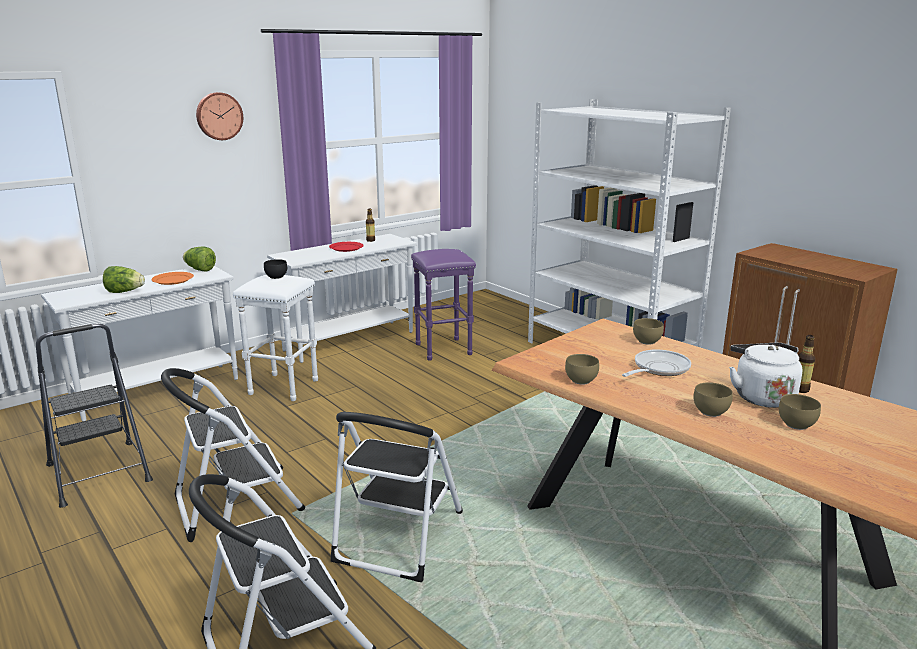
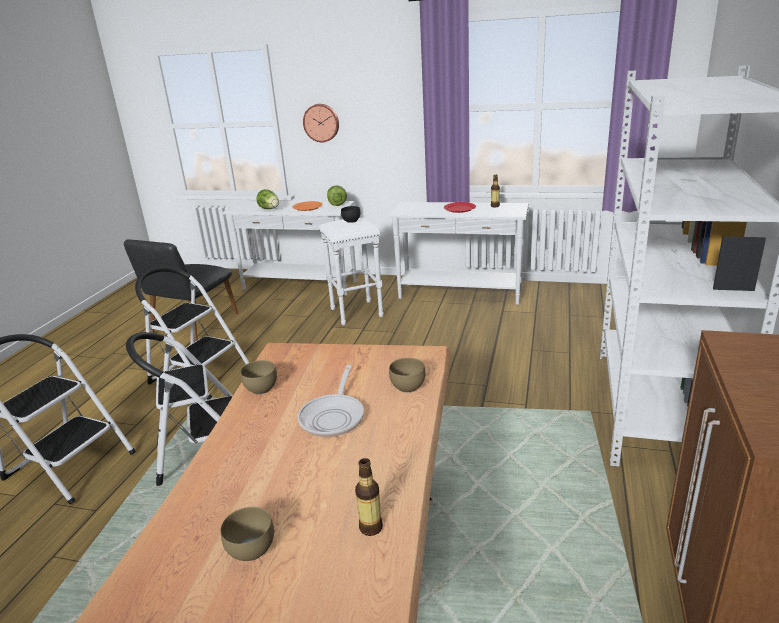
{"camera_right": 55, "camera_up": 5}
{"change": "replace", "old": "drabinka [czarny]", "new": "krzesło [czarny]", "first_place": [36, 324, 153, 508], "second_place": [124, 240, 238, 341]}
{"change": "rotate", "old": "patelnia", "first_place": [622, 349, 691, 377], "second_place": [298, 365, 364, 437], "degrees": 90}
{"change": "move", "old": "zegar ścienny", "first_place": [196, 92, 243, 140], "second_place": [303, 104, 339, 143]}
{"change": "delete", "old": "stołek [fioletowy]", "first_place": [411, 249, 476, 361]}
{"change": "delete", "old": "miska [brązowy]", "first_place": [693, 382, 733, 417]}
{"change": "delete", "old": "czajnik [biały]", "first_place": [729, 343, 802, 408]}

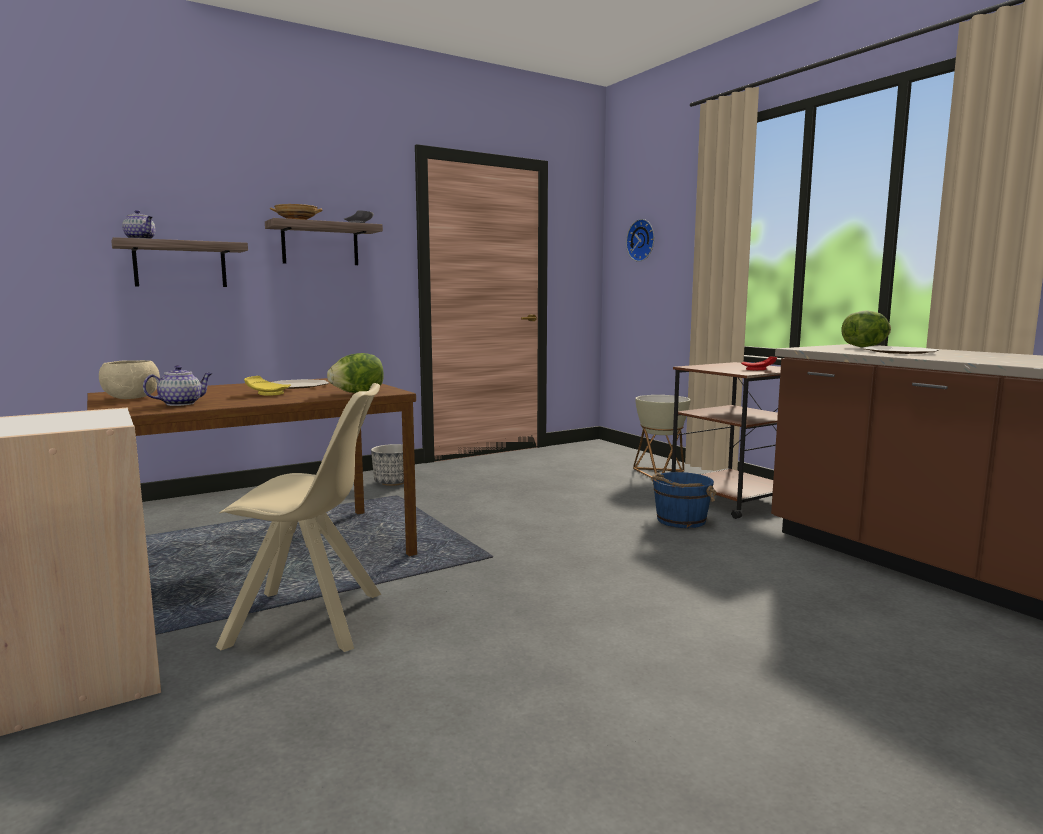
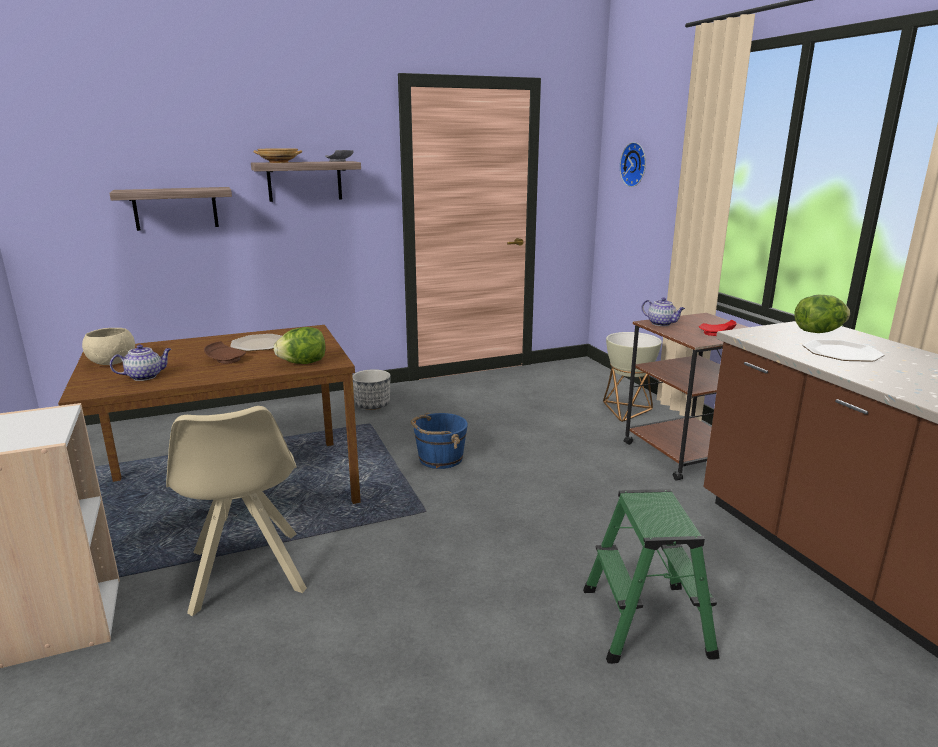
{"camera_right": 10, "camera_up": 10}
{"change": "rotate", "old": "krzesło [beżowy]", "first_place": [216, 383, 381, 652], "second_place": [166, 406, 307, 616], "degrees": 60}
{"change": "recolor", "old": "talerz [żółty]", "new": "talerz [brązowy]", "first_place": [244, 376, 291, 396], "second_place": [204, 341, 246, 364]}
{"change": "move", "old": "wiadro [niebieski]", "first_place": [651, 472, 717, 528], "second_place": [411, 413, 468, 469]}
{"change": "insert", "new": "drabinka [zielony]", "second_place": [583, 489, 720, 664]}
{"change": "move", "old": "imbryk", "first_place": [122, 210, 155, 239], "second_place": [642, 298, 685, 326]}

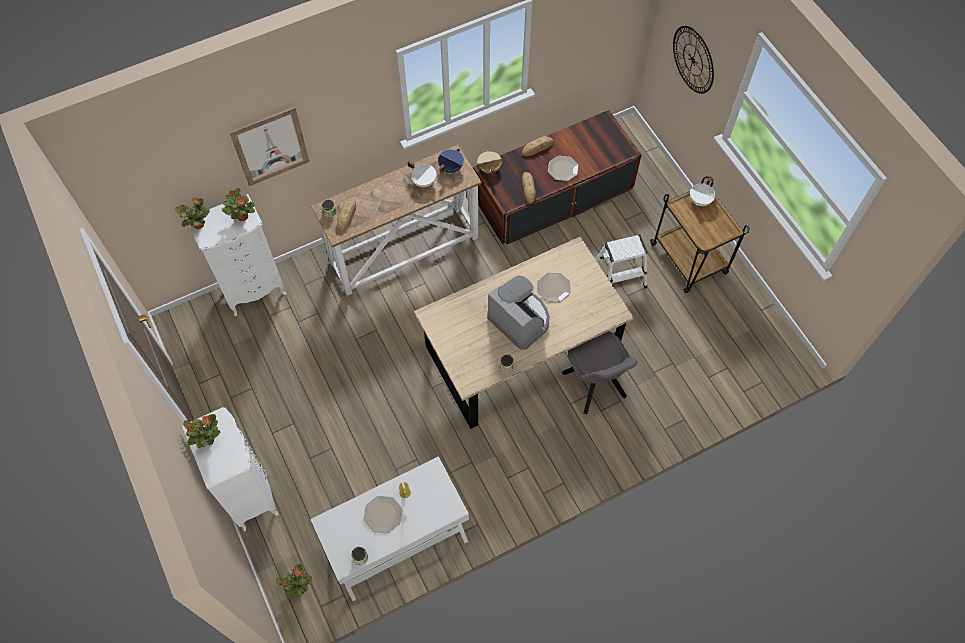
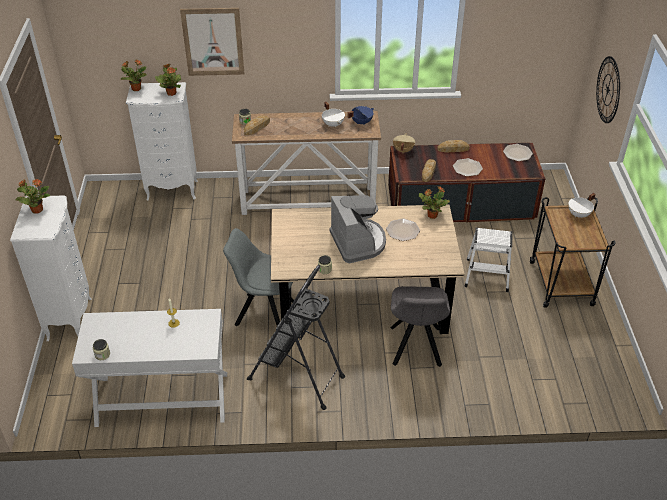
{"camera_right": 25, "camera_up": -20}
{"change": "insert", "new": "krzesło [szary]", "second_place": [223, 228, 294, 326]}
{"change": "insert", "new": "drabinka", "second_place": [247, 265, 345, 410]}
{"change": "move", "old": "roślina doniczkowa", "first_place": [276, 564, 312, 599], "second_place": [419, 186, 450, 219]}
{"change": "move", "old": "talerz", "first_place": [363, 496, 402, 533], "second_place": [503, 144, 533, 161]}

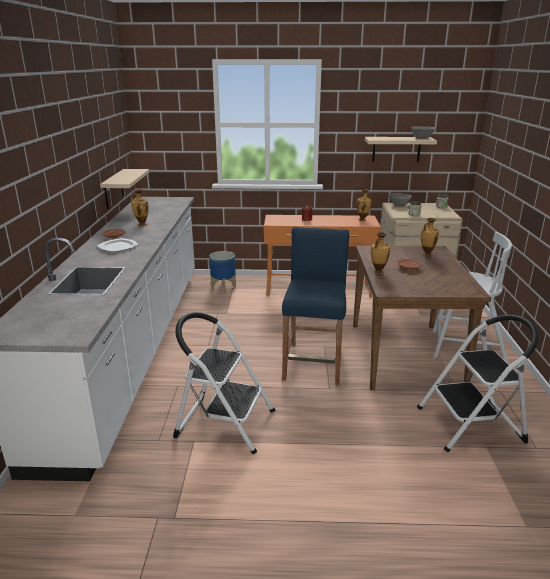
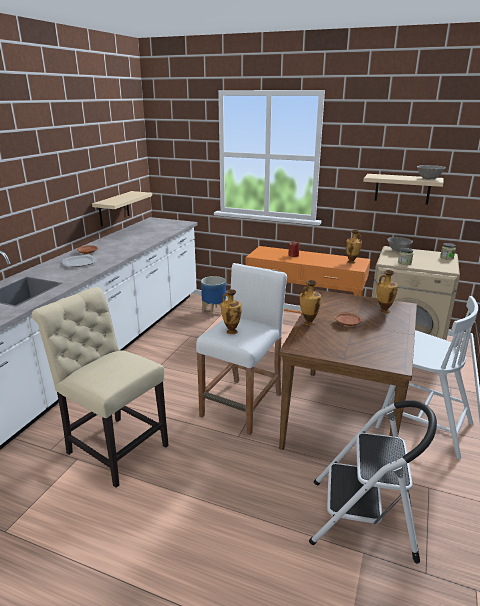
{"camera_right": 20, "camera_up": 0}
{"change": "replace", "old": "drabinka", "new": "krzesło [beżowy]", "first_place": [173, 312, 275, 454], "second_place": [32, 287, 169, 488]}
{"change": "recolor", "old": "stołek [niebieski]", "new": "stołek [biały]", "first_place": [282, 227, 349, 385], "second_place": [196, 263, 287, 435]}
{"change": "move", "old": "wazon", "first_place": [131, 189, 149, 226], "second_place": [221, 289, 242, 334]}

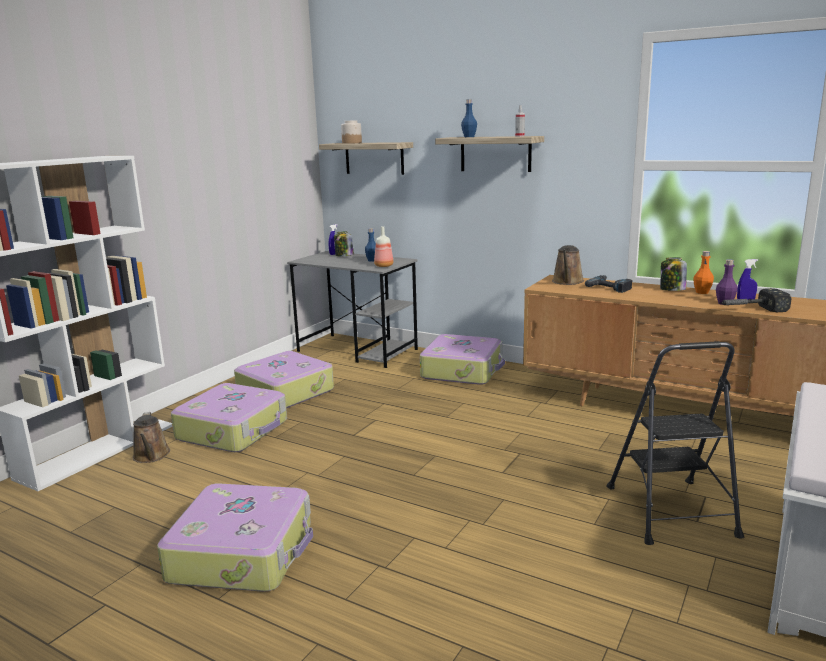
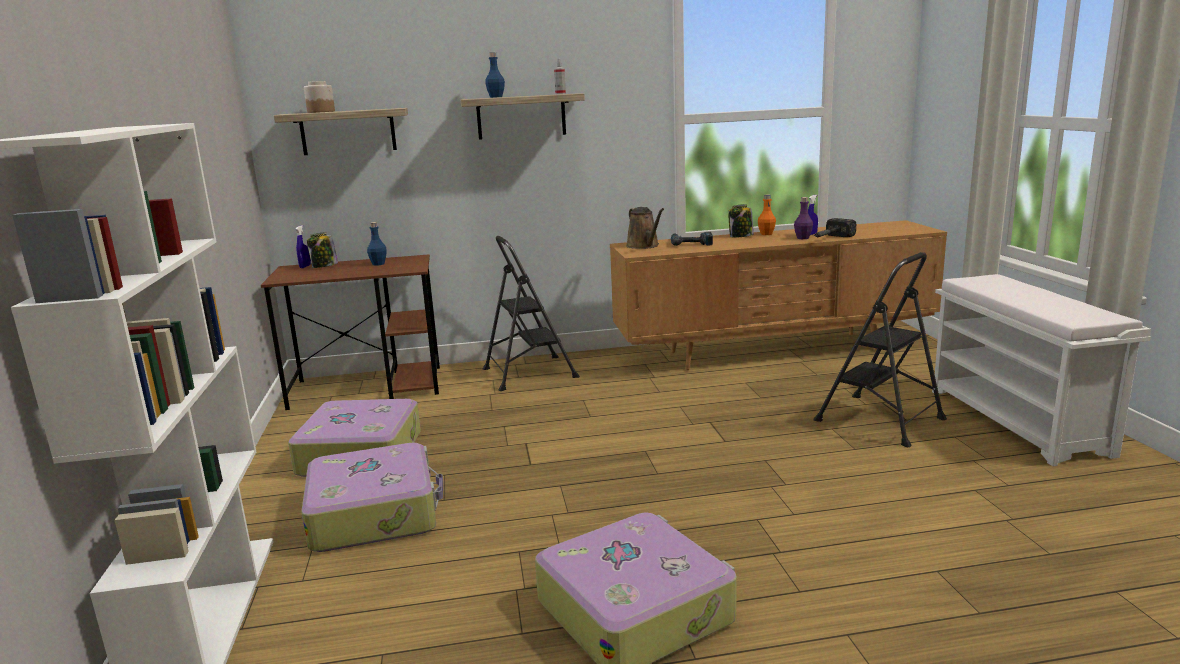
{"camera_right": -40, "camera_up": 0}
{"change": "recolor", "old": "biurko [szary]", "new": "biurko [brązowy]", "first_place": [287, 251, 418, 368], "second_place": [261, 254, 440, 410]}
{"change": "replace", "old": "walizka", "new": "drabinka [czarny]", "first_place": [420, 334, 505, 385], "second_place": [483, 236, 580, 391]}
{"change": "delete", "old": "konewka [brązowy]", "first_place": [132, 412, 170, 463]}
{"change": "delete", "old": "butelka", "first_place": [374, 226, 393, 267]}

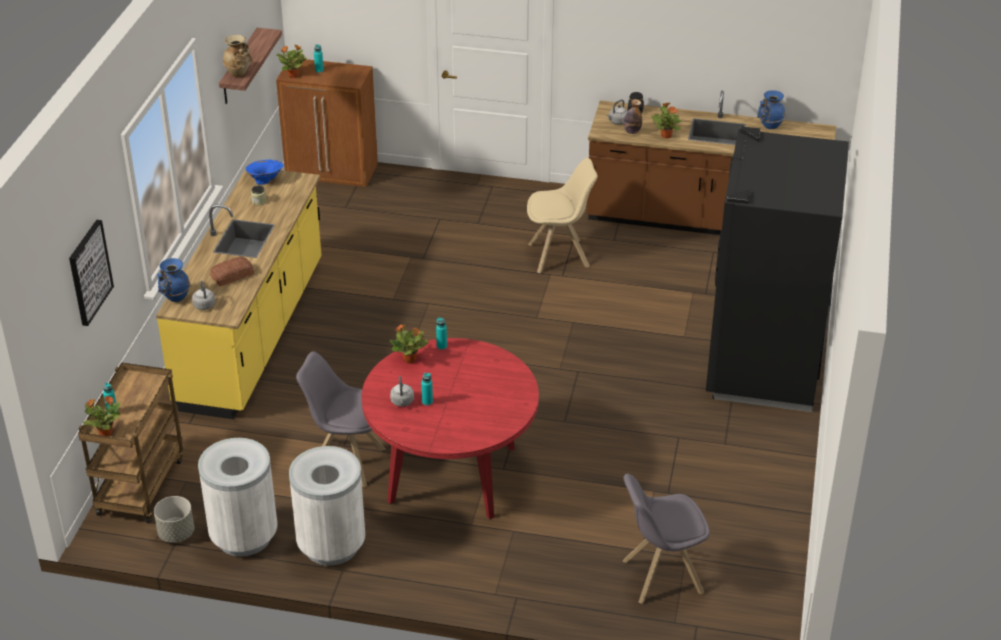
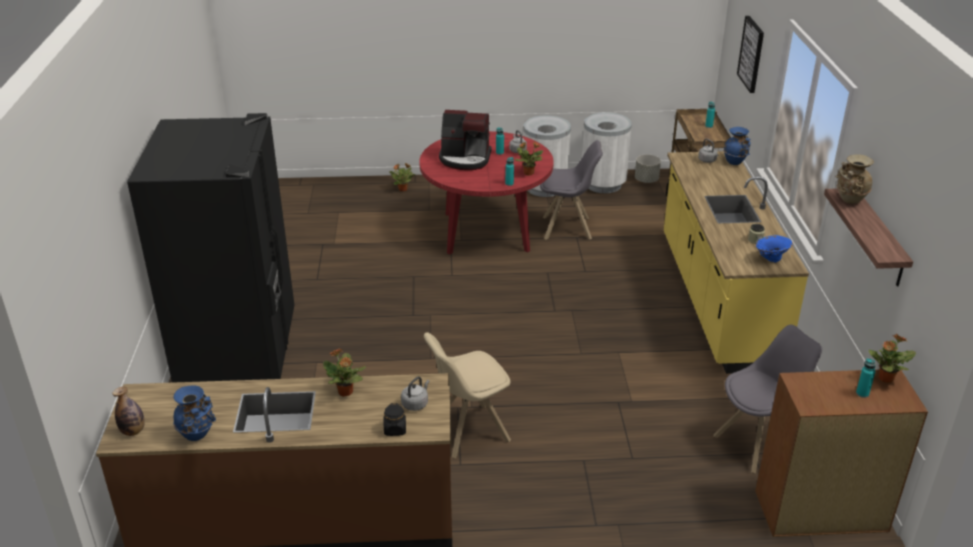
{"camera_right": 165, "camera_up": -5}
{"change": "move", "old": "butelka", "first_place": [624, 99, 642, 134], "second_place": [113, 386, 145, 436]}
{"change": "move", "old": "roślina doniczkowa", "first_place": [84, 396, 121, 437], "second_place": [389, 163, 415, 191]}
{"change": "insert", "new": "ekspres do kawy", "second_place": [439, 110, 491, 170]}
{"change": "move", "old": "krzesło [szary]", "first_place": [622, 473, 710, 604], "second_place": [713, 325, 822, 473]}
{"change": "delete", "old": "chleb", "first_place": [210, 257, 254, 286]}

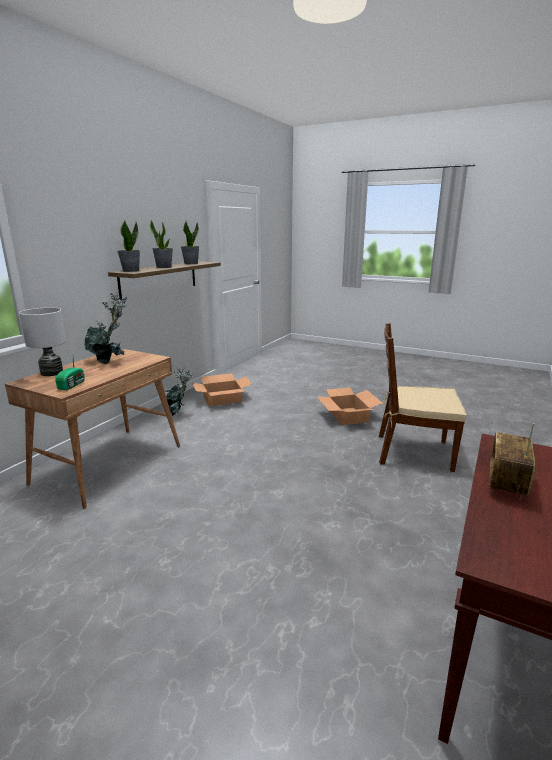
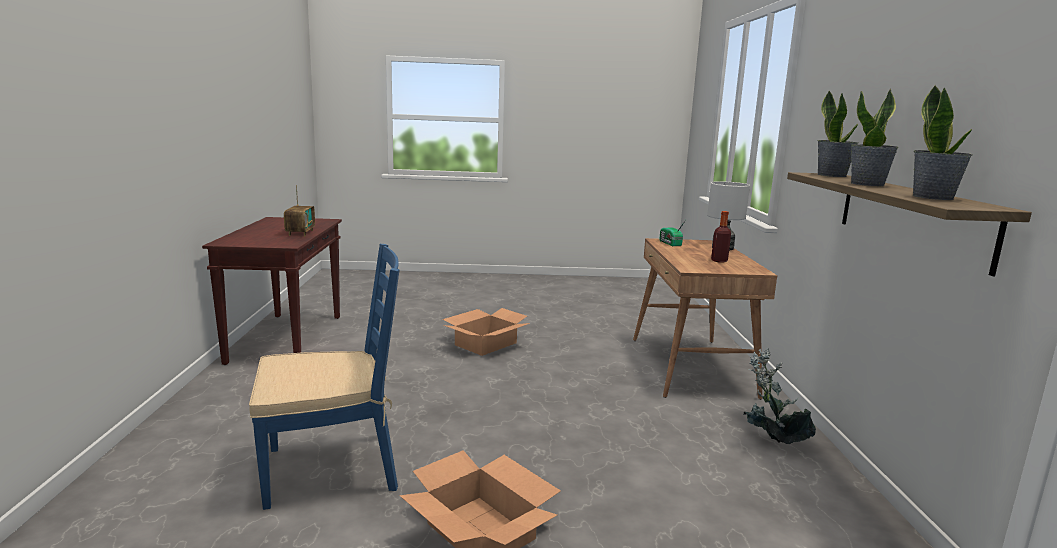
{"camera_right": 150, "camera_up": -5}
{"change": "recolor", "old": "krzesło [brązowy]", "new": "krzesło [niebieski]", "first_place": [379, 323, 467, 472], "second_place": [249, 244, 399, 510]}
{"change": "move", "old": "karton", "first_place": [192, 373, 252, 406], "second_place": [443, 308, 530, 356]}
{"change": "replace", "old": "roślina doniczkowa", "new": "butelka", "first_place": [84, 293, 127, 364], "second_place": [711, 211, 731, 263]}

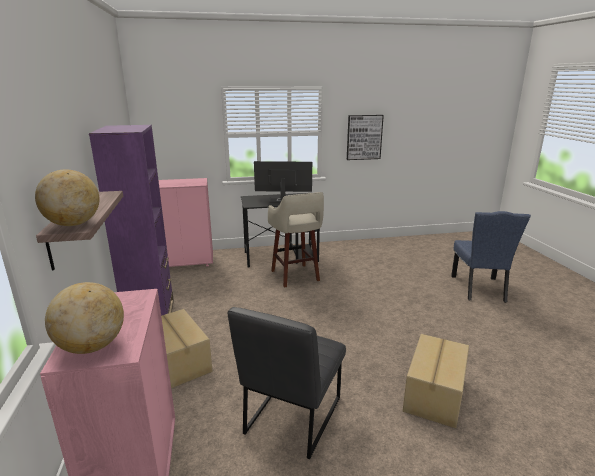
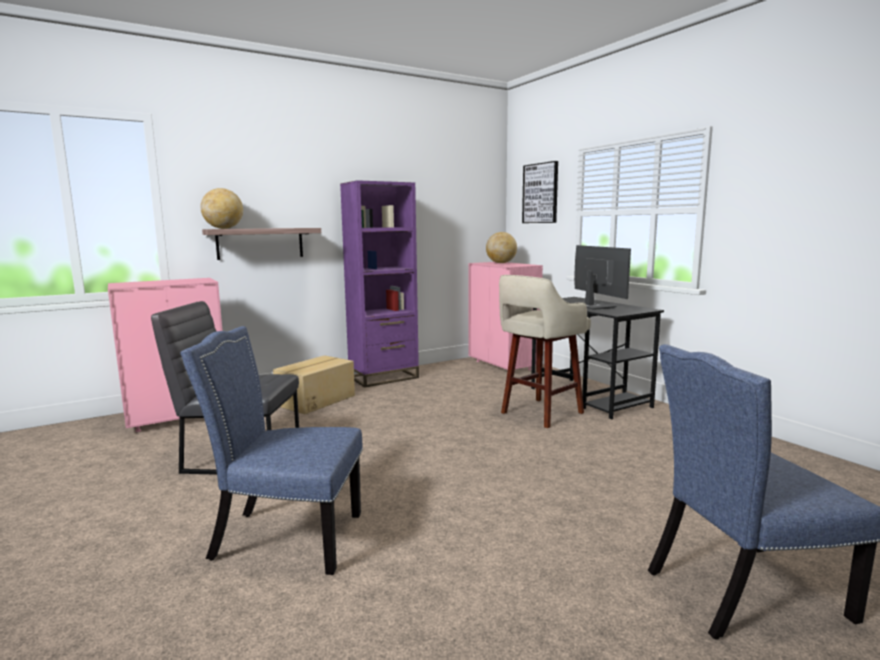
{"camera_right": 70, "camera_up": -10}
{"change": "replace", "old": "karton", "new": "krzesło [niebieski]", "first_place": [403, 334, 469, 428], "second_place": [180, 326, 363, 575]}
{"change": "move", "old": "globus", "first_place": [45, 282, 124, 354], "second_place": [486, 232, 517, 263]}
{"change": "move", "old": "obraz", "first_place": [347, 115, 384, 160], "second_place": [522, 161, 558, 223]}

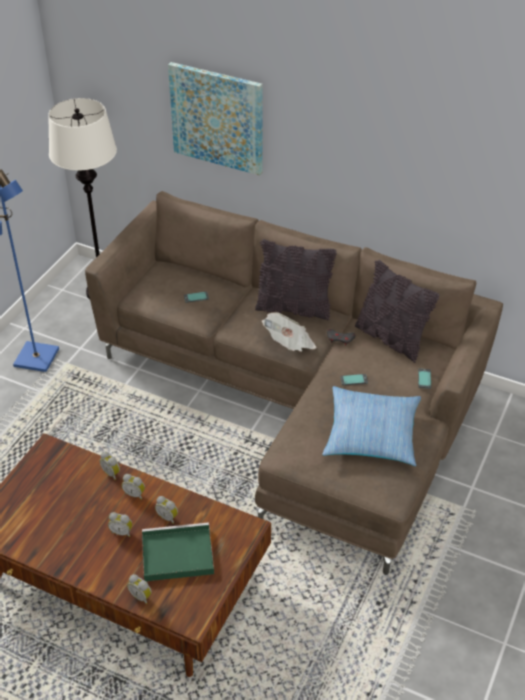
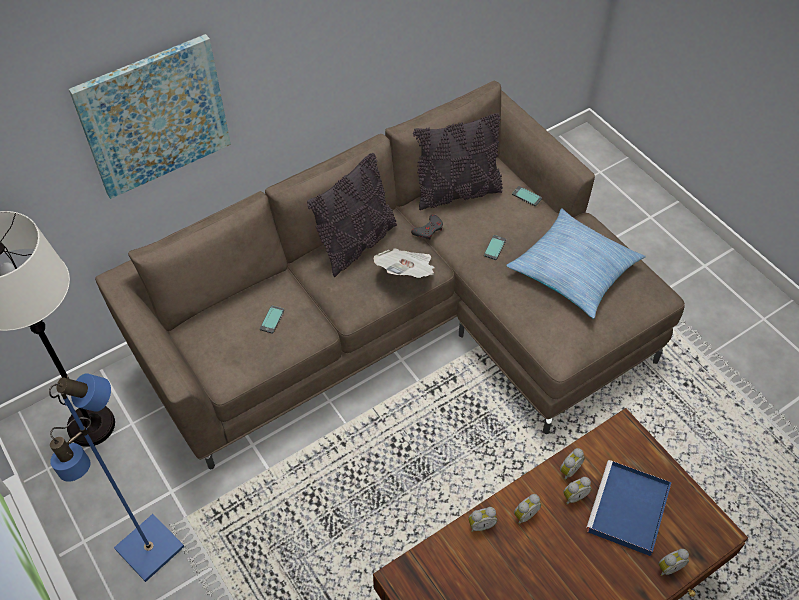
{"camera_right": -60, "camera_up": 10}
{"change": "move", "old": "budzik", "first_place": [108, 512, 132, 537], "second_place": [560, 448, 585, 480]}
{"change": "recolor", "old": "taca [zielony]", "new": "taca [niebieski]", "first_place": [142, 522, 214, 581], "second_place": [586, 460, 672, 556]}

